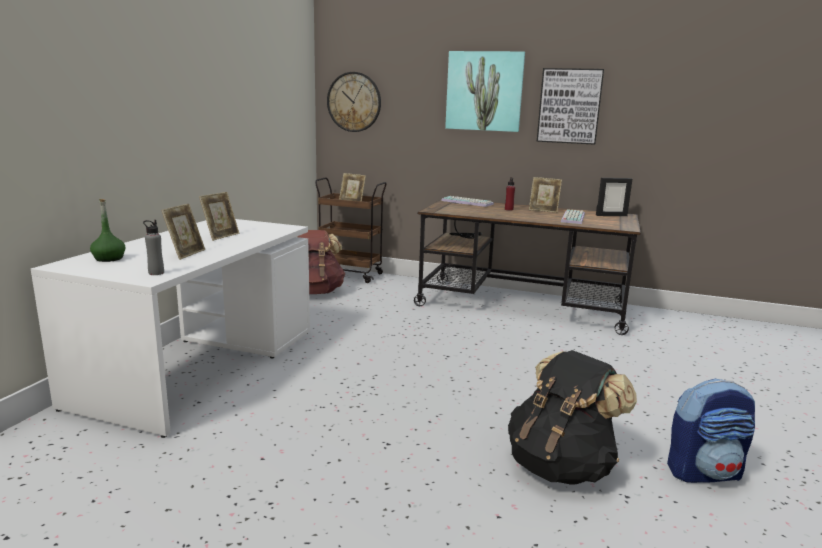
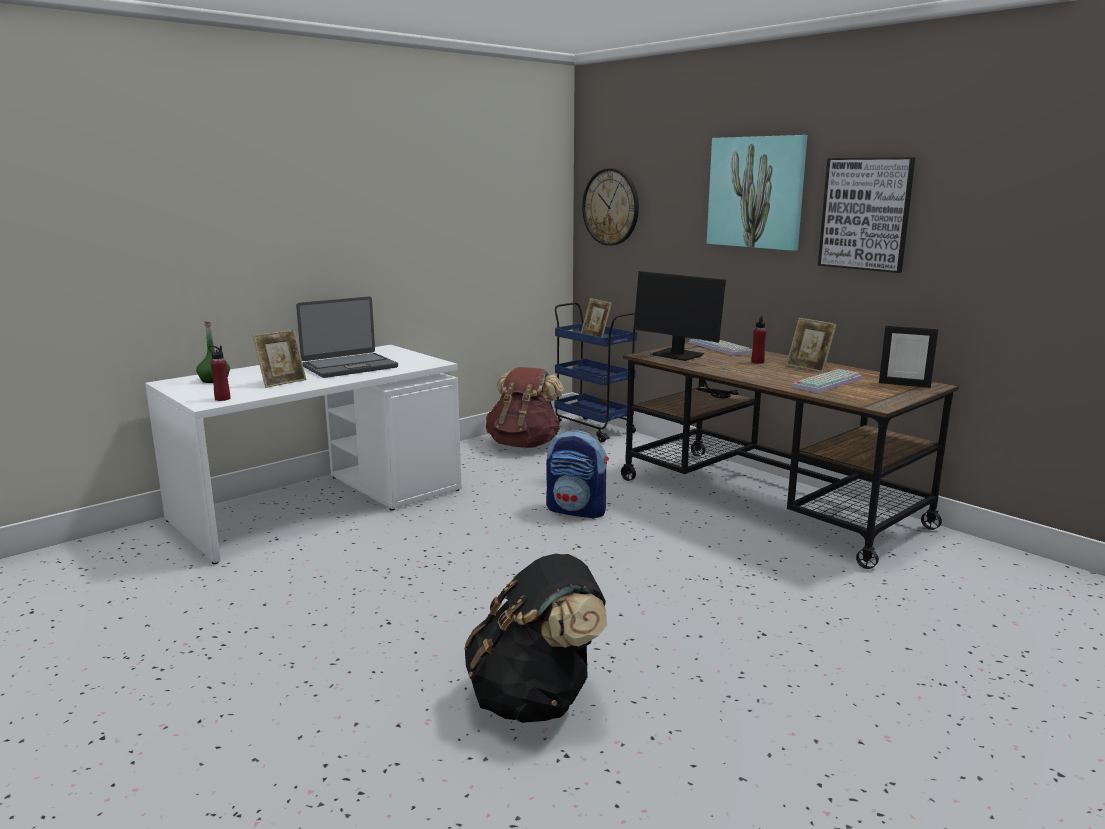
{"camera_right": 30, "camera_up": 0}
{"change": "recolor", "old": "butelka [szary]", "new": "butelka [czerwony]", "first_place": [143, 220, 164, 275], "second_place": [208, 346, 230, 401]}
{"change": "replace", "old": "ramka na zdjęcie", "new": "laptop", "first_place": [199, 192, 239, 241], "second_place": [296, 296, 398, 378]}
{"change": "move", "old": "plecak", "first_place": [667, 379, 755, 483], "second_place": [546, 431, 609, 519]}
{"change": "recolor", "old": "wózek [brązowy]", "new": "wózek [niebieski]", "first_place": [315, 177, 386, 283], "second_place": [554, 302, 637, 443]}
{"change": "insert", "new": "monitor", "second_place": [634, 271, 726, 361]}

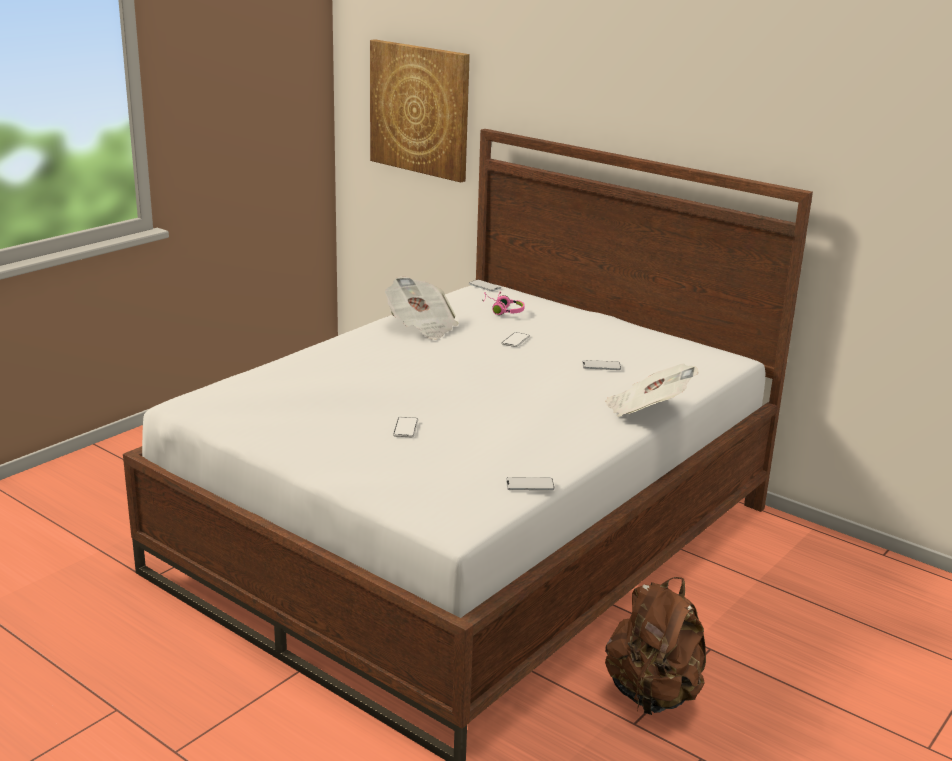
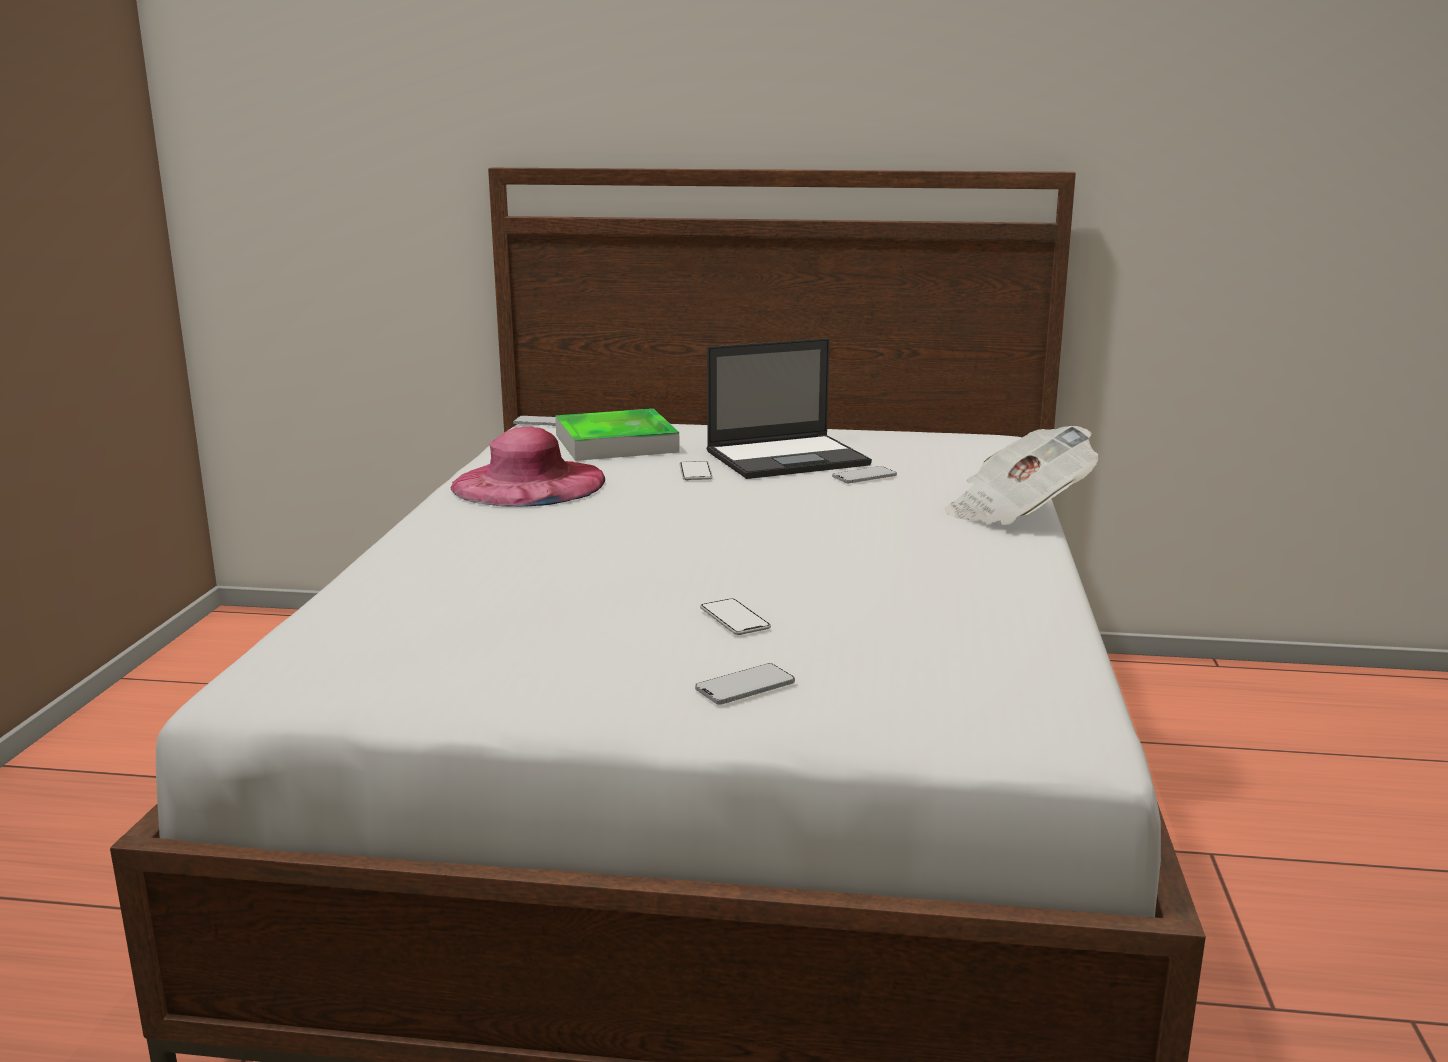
{"camera_right": -30, "camera_up": -5}
{"change": "replace", "old": "gazeta", "new": "kapelusz [różowy]", "first_place": [385, 276, 459, 340], "second_place": [450, 427, 605, 507]}
{"change": "replace", "old": "słuchawki [różowy]", "new": "taca", "first_place": [482, 292, 525, 315], "second_place": [555, 409, 680, 461]}
{"change": "move", "old": "telefon", "first_place": [506, 477, 554, 491], "second_place": [695, 663, 795, 705]}
{"change": "insert", "new": "laptop", "second_place": [707, 338, 872, 479]}
{"change": "delete", "old": "obraz", "first_place": [370, 39, 470, 183]}
{"change": "delete", "old": "plecak [brązowy]", "first_place": [605, 577, 706, 715]}

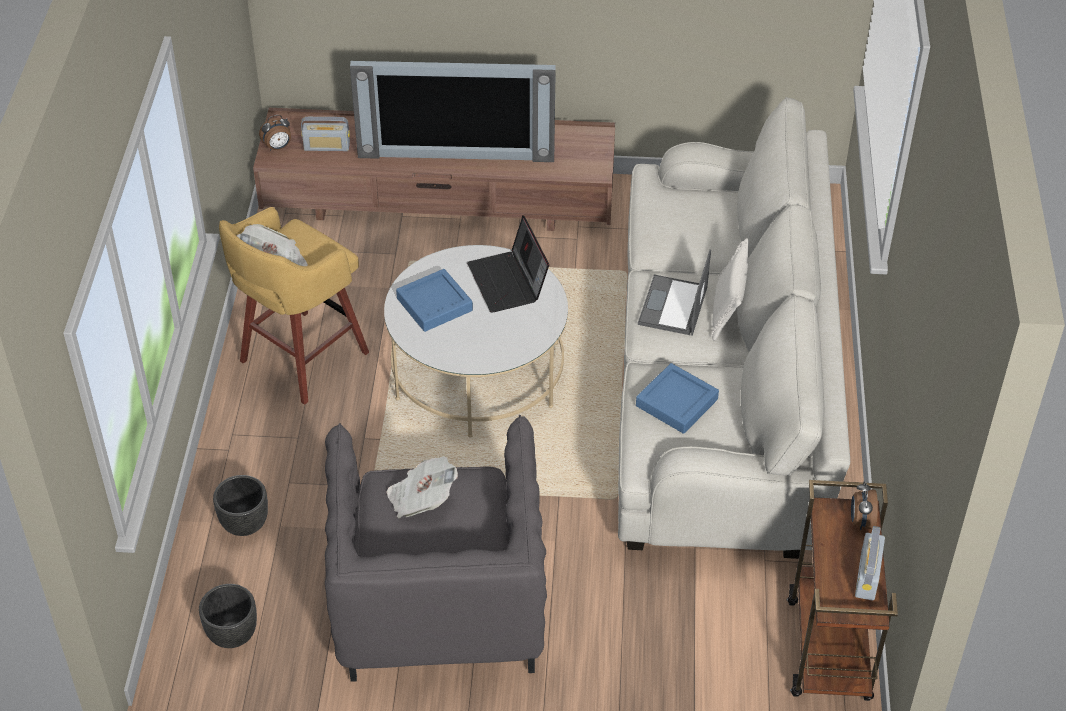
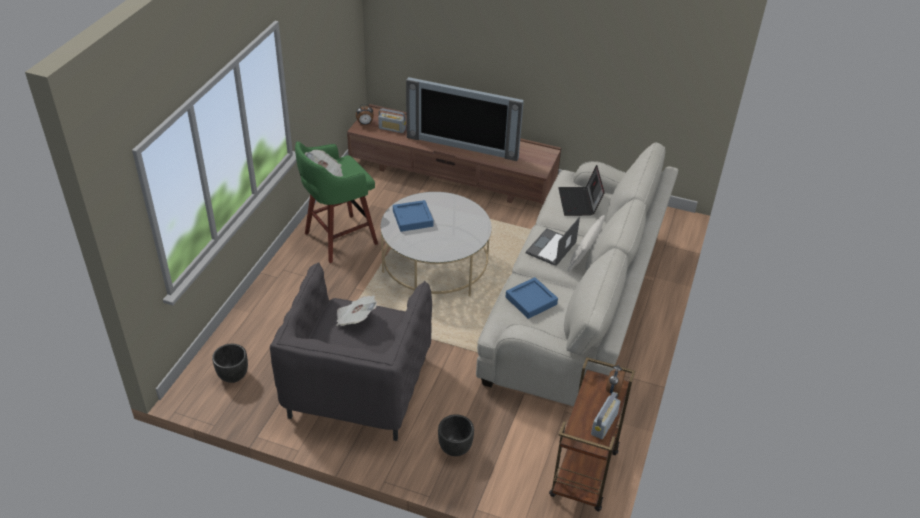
{"camera_right": 15, "camera_up": -5}
{"change": "recolor", "old": "stołek [żółty]", "new": "stołek [zielony]", "first_place": [219, 207, 369, 405], "second_place": [295, 142, 378, 263]}
{"change": "move", "old": "donica [czarny]", "first_place": [213, 475, 268, 536], "second_place": [438, 414, 474, 456]}
{"change": "move", "old": "laptop", "first_place": [467, 215, 549, 313], "second_place": [558, 165, 605, 216]}

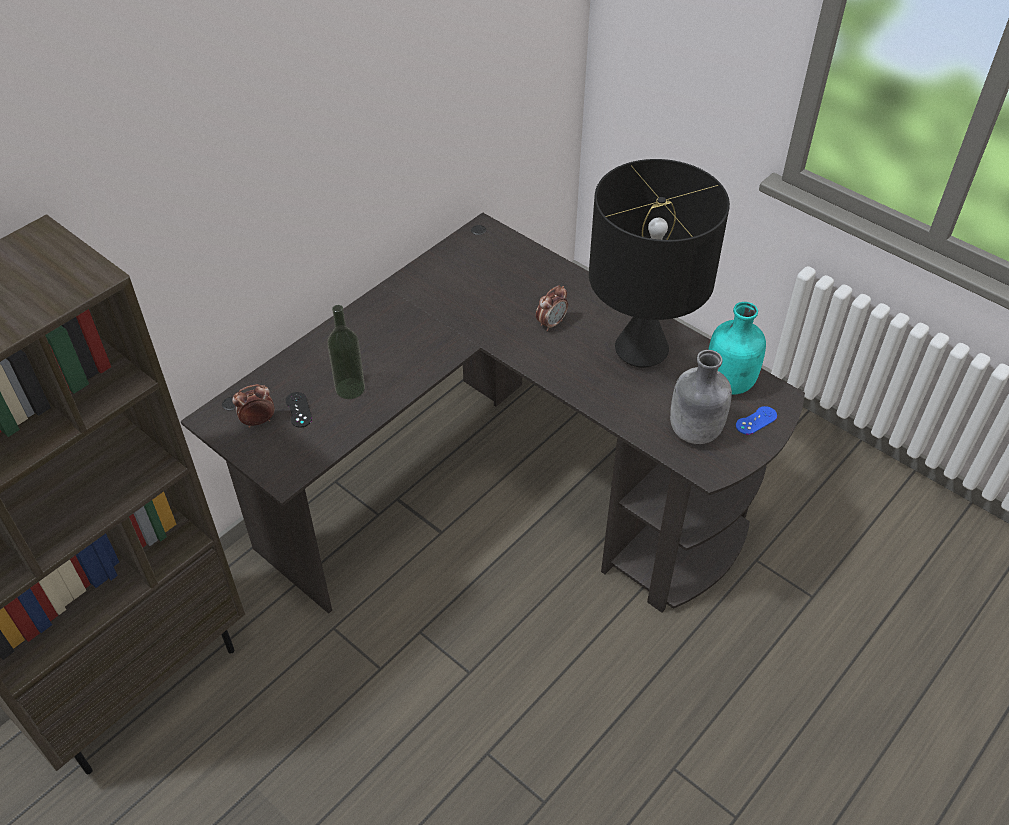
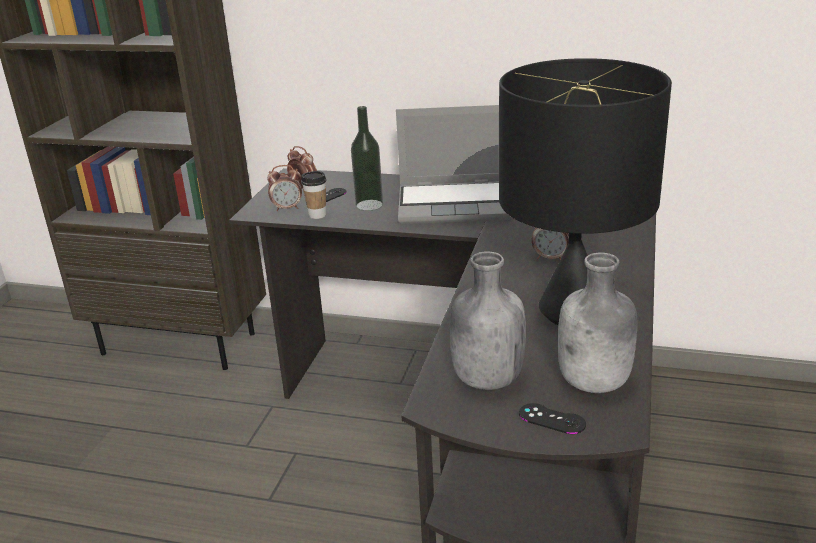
{"camera_right": 65, "camera_up": -20}
{"change": "insert", "new": "budzik", "second_place": [267, 165, 302, 211]}
{"change": "insert", "new": "filiżanka", "second_place": [301, 171, 326, 219]}
{"change": "insert", "new": "laptop", "second_place": [396, 105, 512, 224]}
{"change": "recolor", "old": "pad do gier [niebieski]", "new": "pad do gier [czarny]", "first_place": [736, 406, 777, 435], "second_place": [519, 403, 586, 434]}
{"change": "recolor", "old": "butelka [turkusowy]", "new": "butelka [szary]", "first_place": [708, 302, 766, 395], "second_place": [558, 252, 637, 393]}

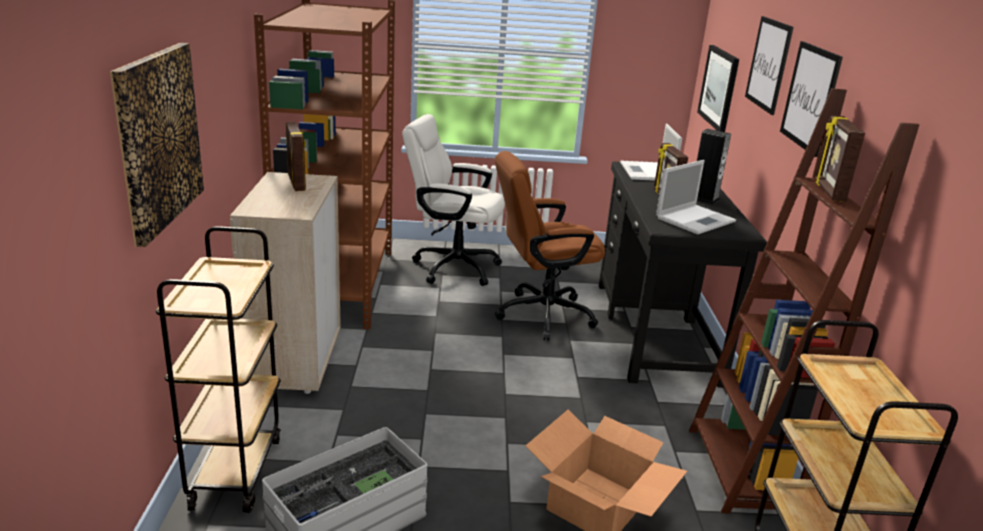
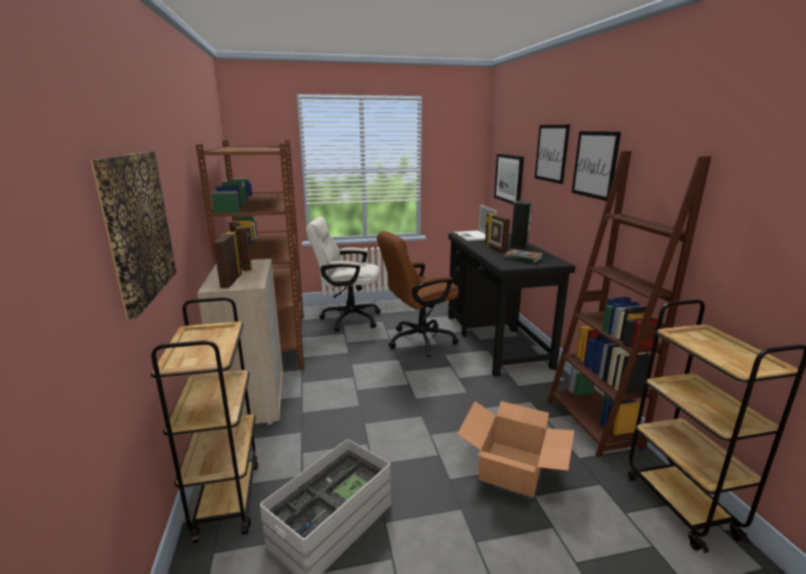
{"camera_right": -10, "camera_up": -5}
{"change": "move", "old": "ramka na zdjęcie", "first_place": [815, 115, 865, 202], "second_place": [214, 231, 242, 288]}
{"change": "replace", "old": "laptop", "new": "książka", "first_place": [656, 160, 736, 235], "second_place": [504, 249, 543, 263]}

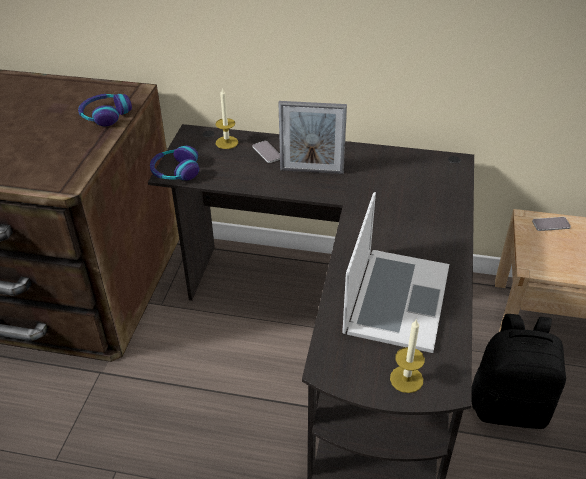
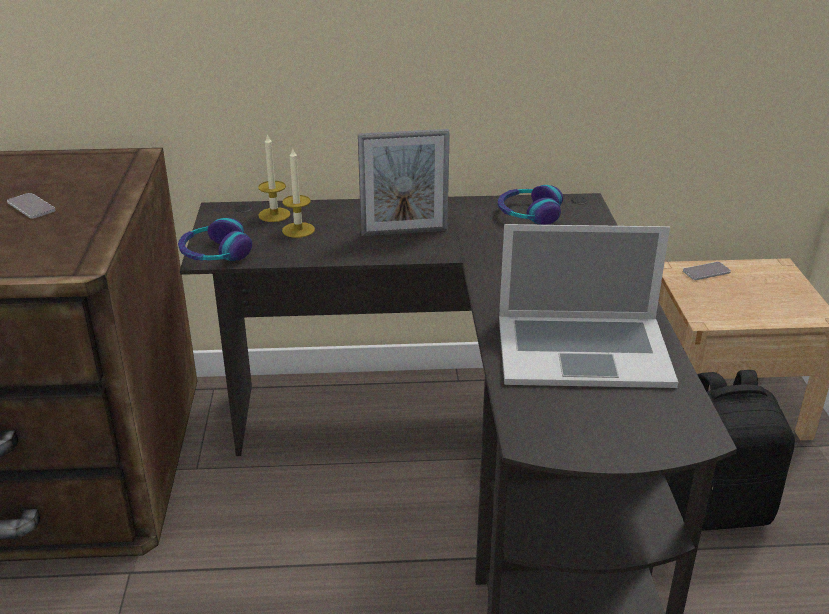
{"camera_right": -15, "camera_up": -10}
{"change": "move", "old": "telefon", "first_place": [252, 141, 280, 163], "second_place": [7, 193, 56, 219]}
{"change": "move", "old": "świeca", "first_place": [390, 319, 425, 393], "second_place": [282, 147, 315, 238]}
{"change": "move", "old": "słuchawki", "first_place": [78, 94, 132, 126], "second_place": [498, 185, 563, 225]}
{"change": "rotate", "old": "laptop", "first_place": [342, 192, 449, 353], "second_place": [499, 224, 678, 388], "degrees": 90}

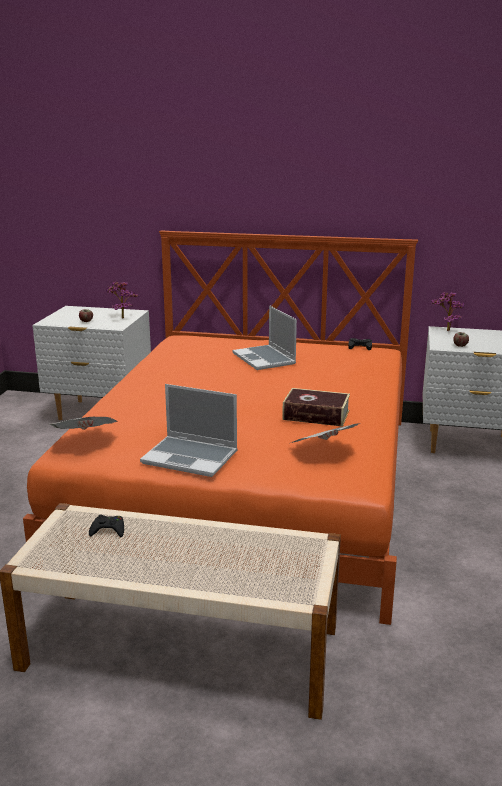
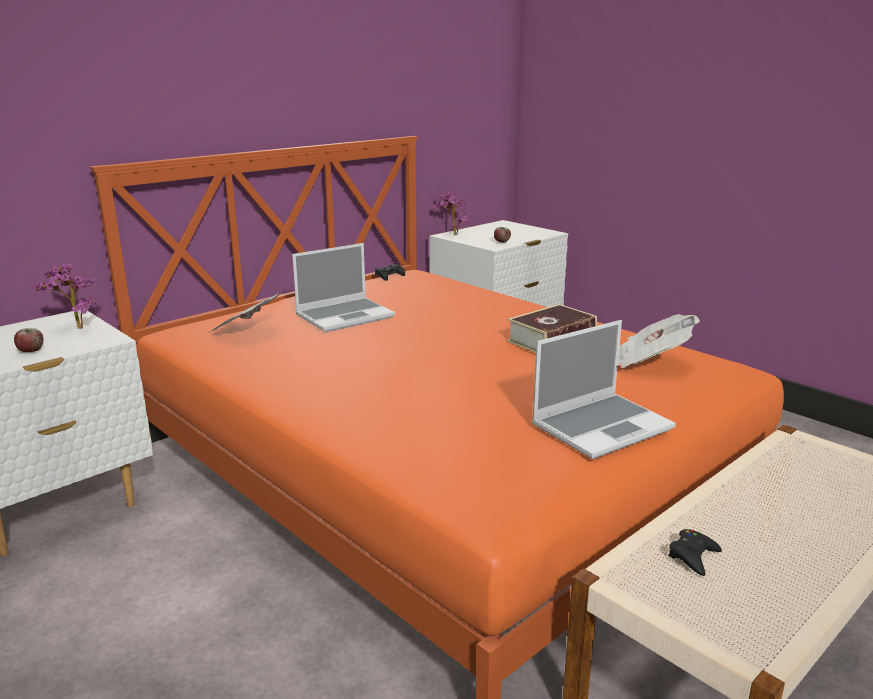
{"camera_right": -55, "camera_up": 0}
{"change": "move", "old": "gazeta", "first_place": [50, 417, 118, 430], "second_place": [208, 292, 283, 333]}
{"change": "rotate", "old": "laptop", "first_place": [233, 305, 297, 370], "second_place": [292, 243, 395, 332], "degrees": -45}

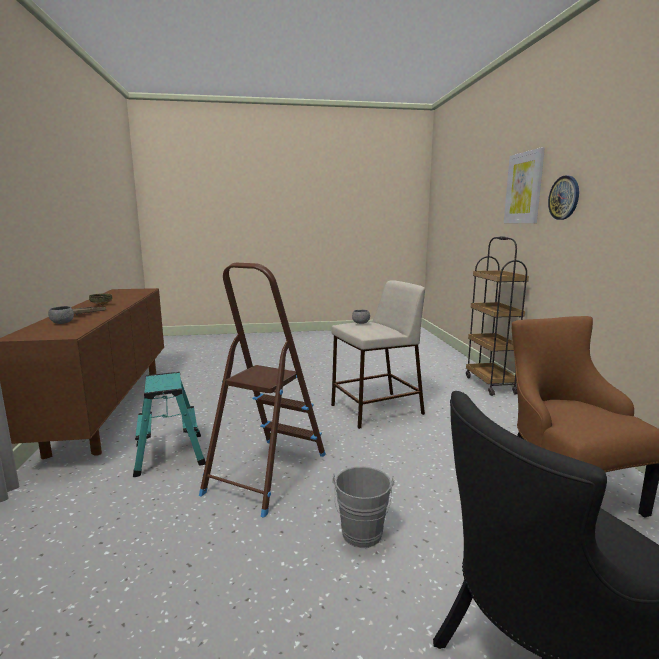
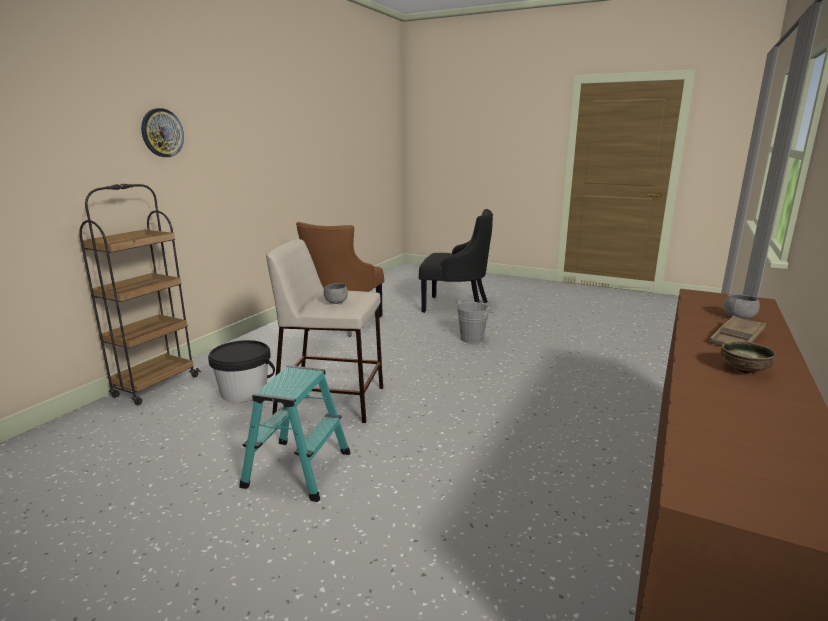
{"camera_right": -145, "camera_up": 5}
{"change": "insert", "new": "wiadro [czarny]", "second_place": [208, 340, 275, 403]}
{"change": "move", "old": "drabinka [turkusowy]", "first_place": [133, 372, 206, 477], "second_place": [239, 365, 350, 502]}
{"change": "delete", "old": "drabinka [brązowy]", "first_place": [199, 263, 326, 518]}
{"change": "delete", "old": "obraz", "first_place": [504, 147, 545, 223]}

